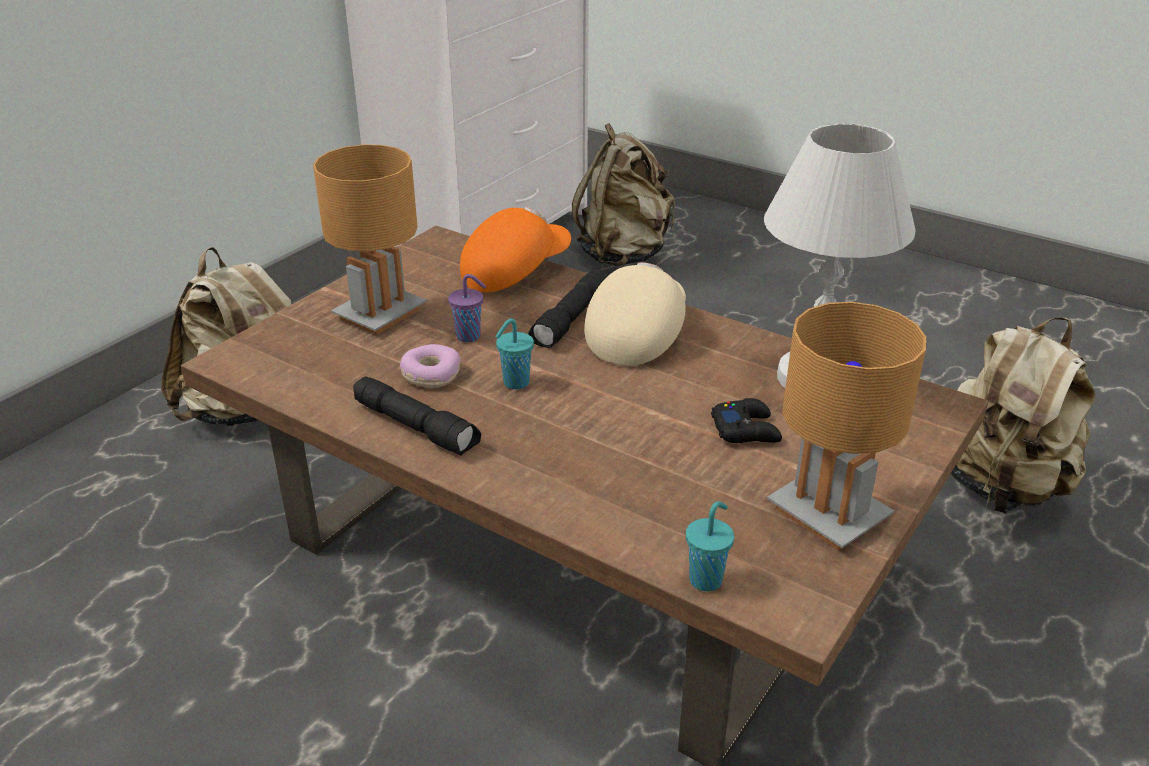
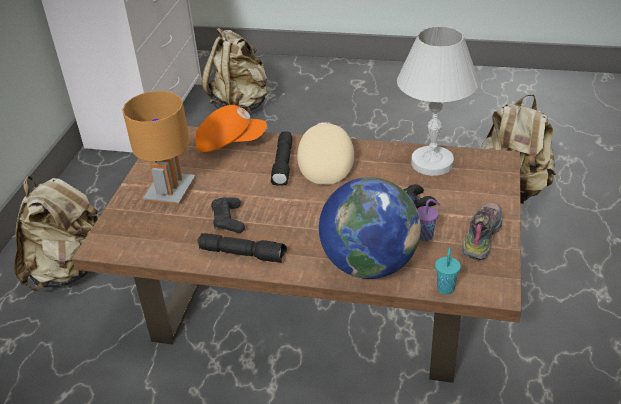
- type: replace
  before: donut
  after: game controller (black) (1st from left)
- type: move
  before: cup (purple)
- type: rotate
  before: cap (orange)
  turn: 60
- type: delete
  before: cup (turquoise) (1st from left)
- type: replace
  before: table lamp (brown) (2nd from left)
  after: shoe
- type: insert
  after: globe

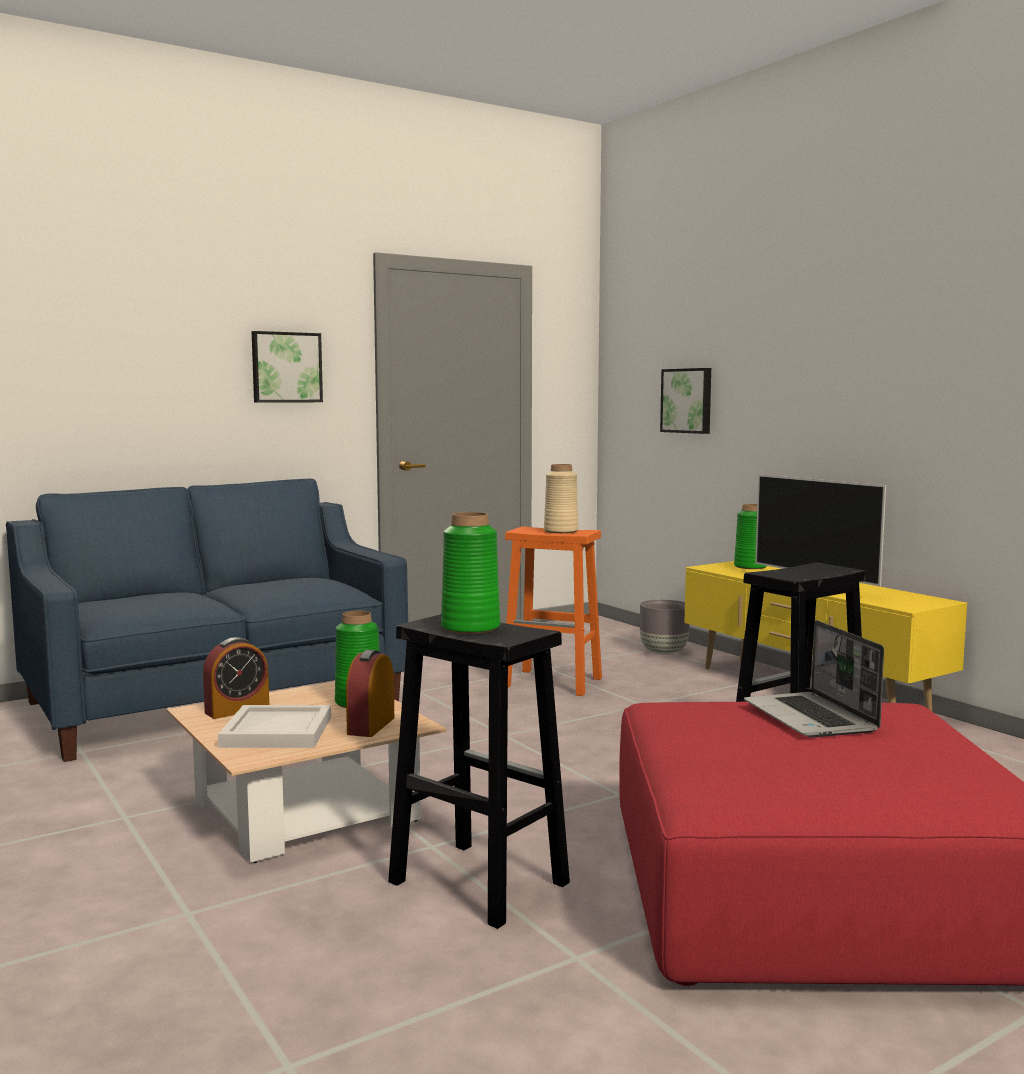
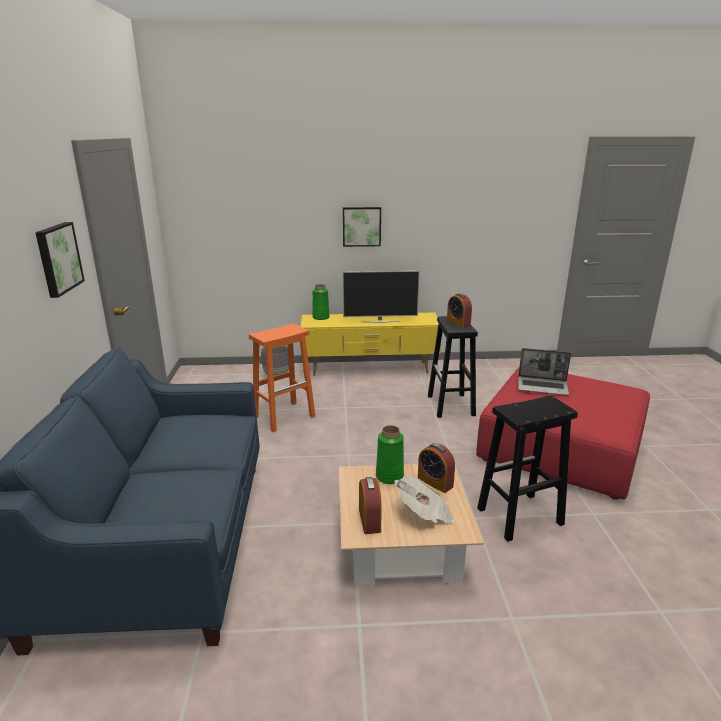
- type: replace
  before: tray (white)
  after: newspaper
- type: delete
  before: vase (green) (2nd from left)
- type: delete
  before: vase (beige)
- type: move
  before: picture (2nd from left)
- type: insert
  after: alarm clock (3rd from left)

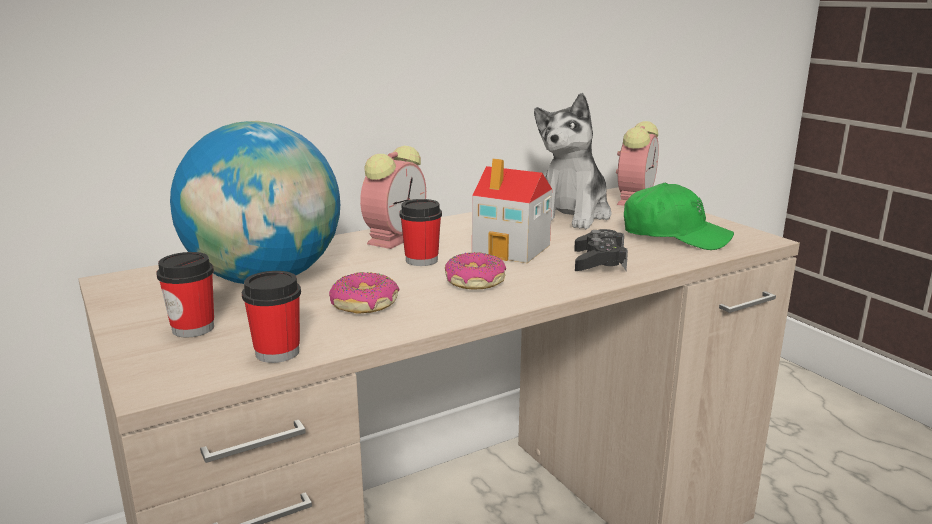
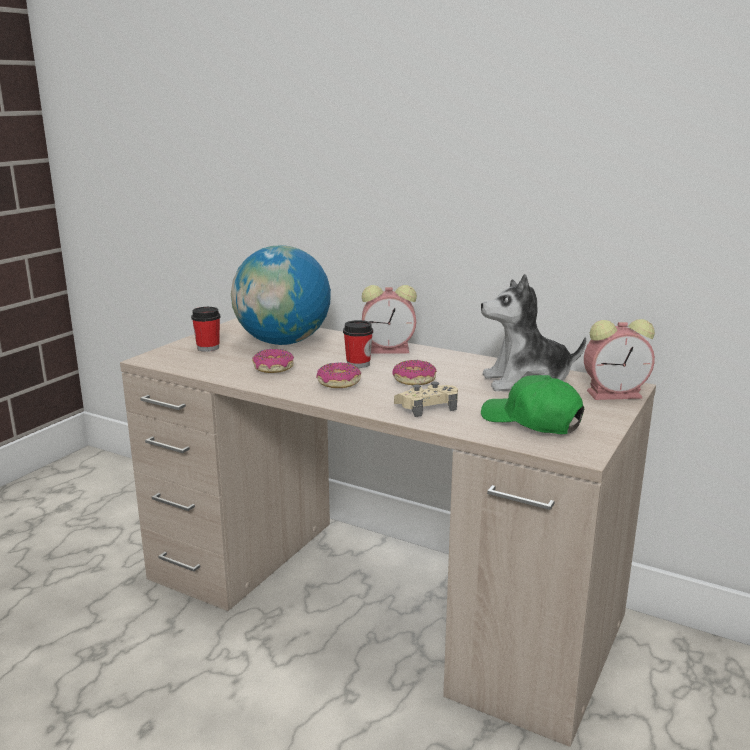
- type: delete
  before: cup (2nd from left)
- type: replace
  before: toy house
  after: donut (3rd from left)
- type: recolor
  before: game controller (black)
  after: game controller (beige)
- type: rotate
  before: cap (green)
  turn: 135

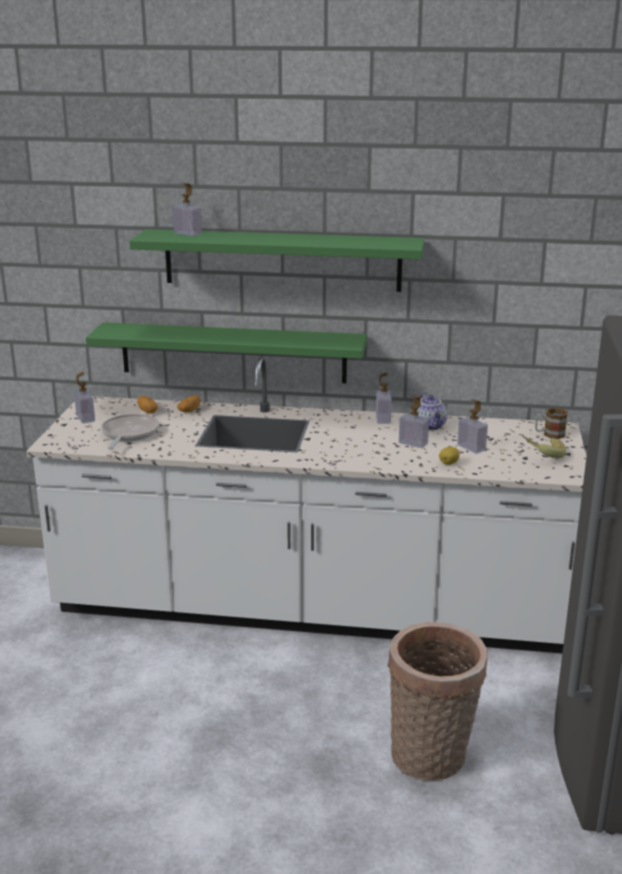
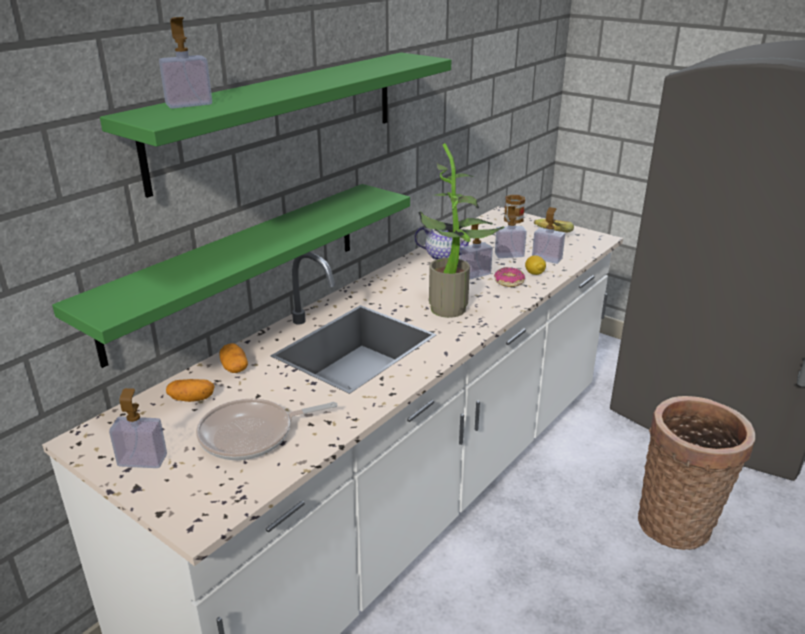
- type: rotate
  before: frying pan
  turn: -60
- type: move
  before: soap dispenser (3rd from left in the first image)
  after: soap dispenser (5th from left)
- type: insert
  after: potted plant
- type: insert
  after: donut

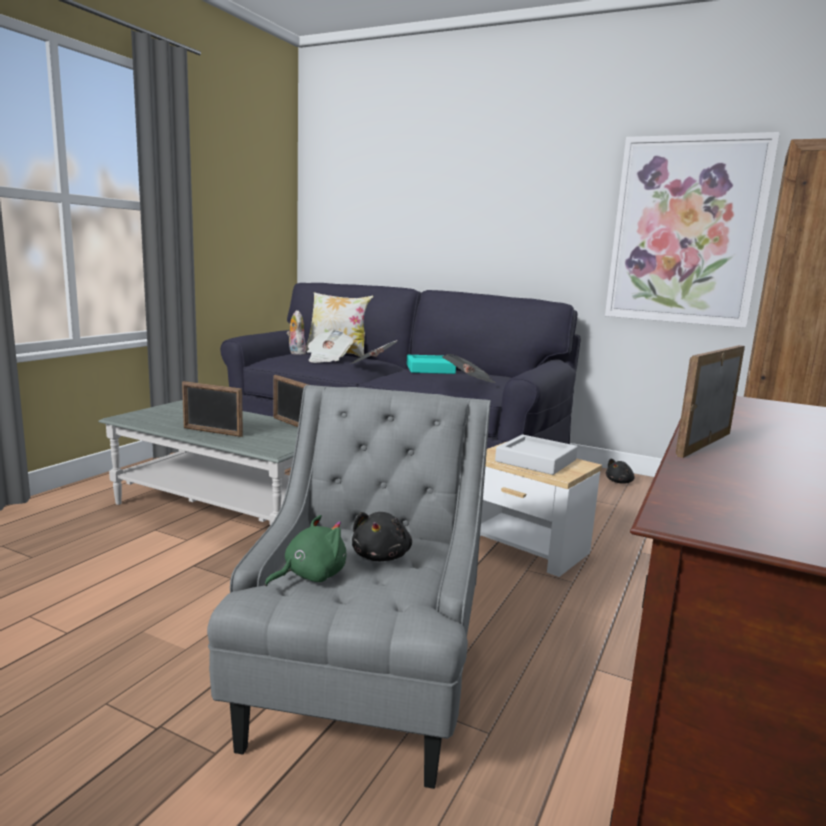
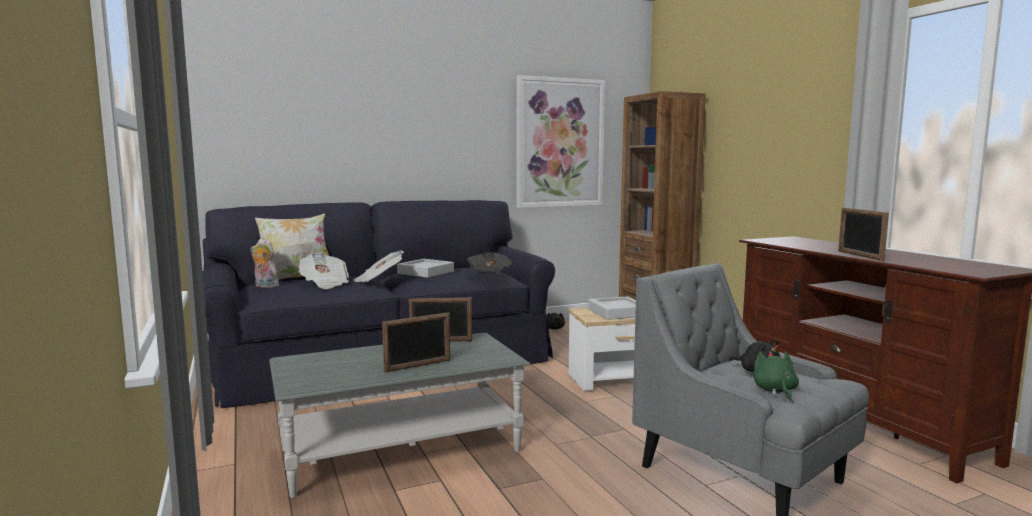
- type: recolor
  before: tray (turquoise)
  after: tray (grey) (1st from left)

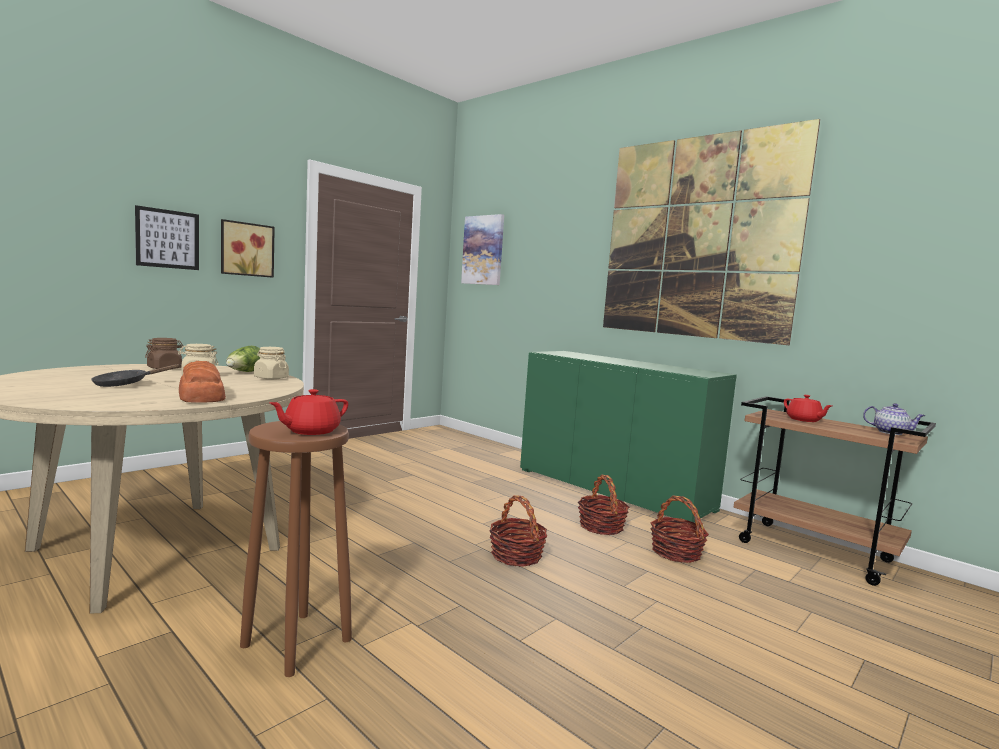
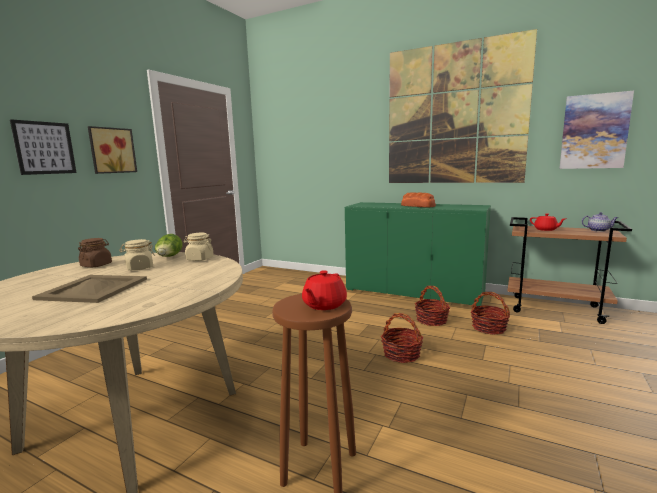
- type: replace
  before: frying pan (black)
  after: tray (beige)
- type: move
  before: bread
- type: move
  before: picture (3rd from left in the first image)
  after: picture (4th from left)

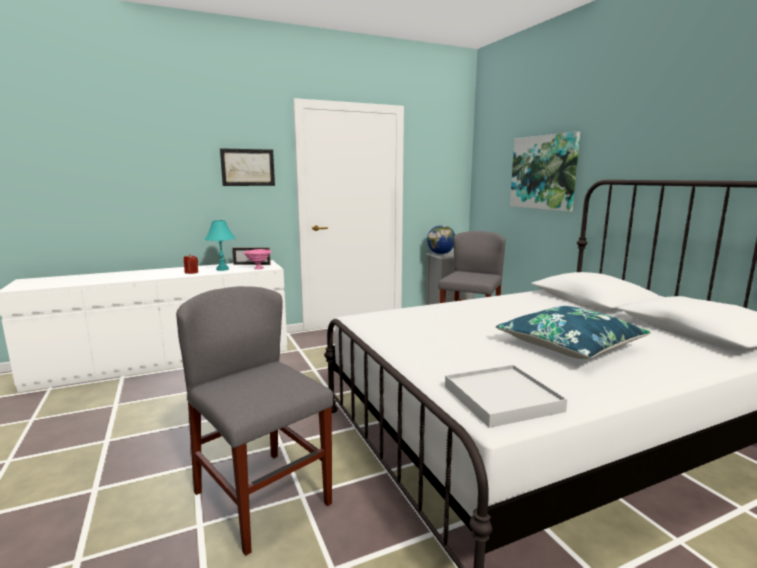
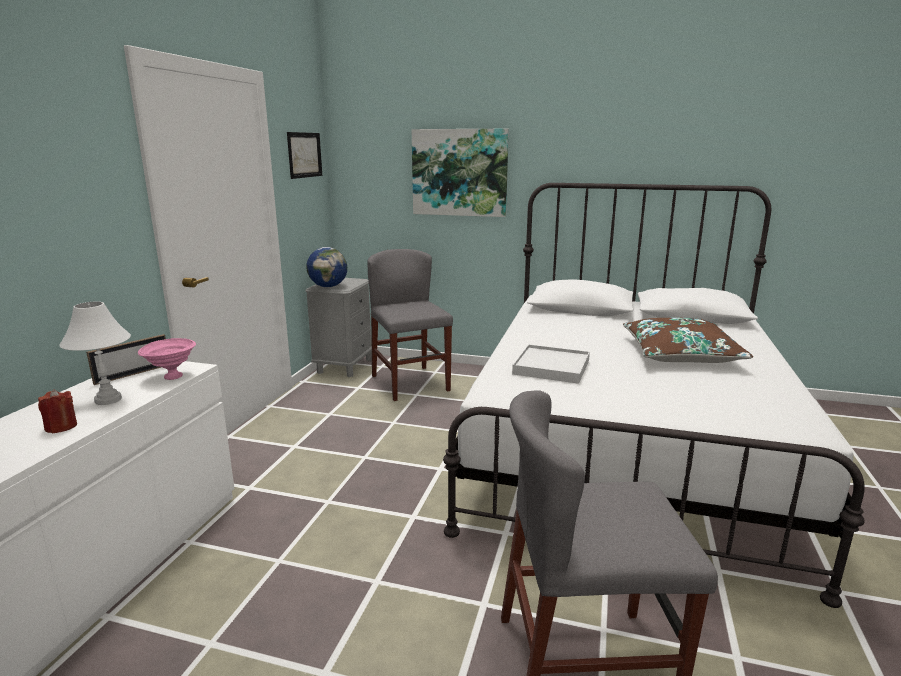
- type: recolor
  before: table lamp (turquoise)
  after: table lamp (white)
- type: move
  before: picture (1st from left)
- type: move
  before: tray (white)
- type: recolor
  before: pillow (blue)
  after: pillow (brown)

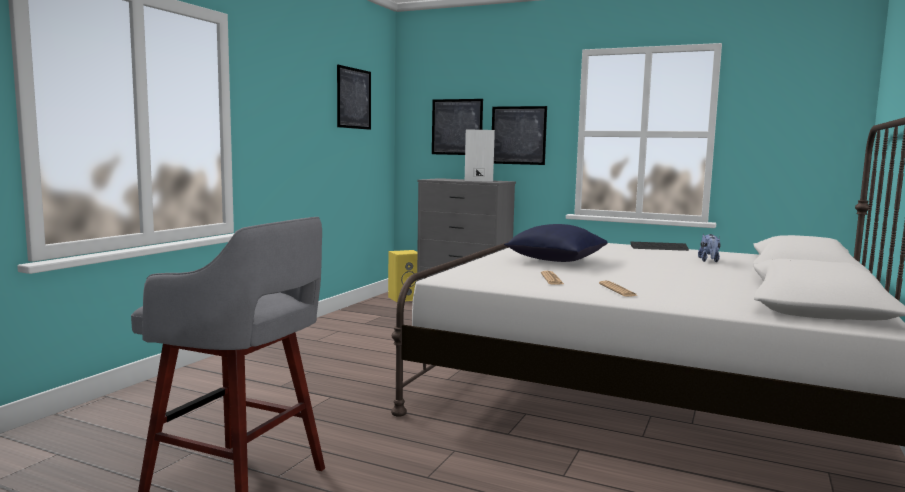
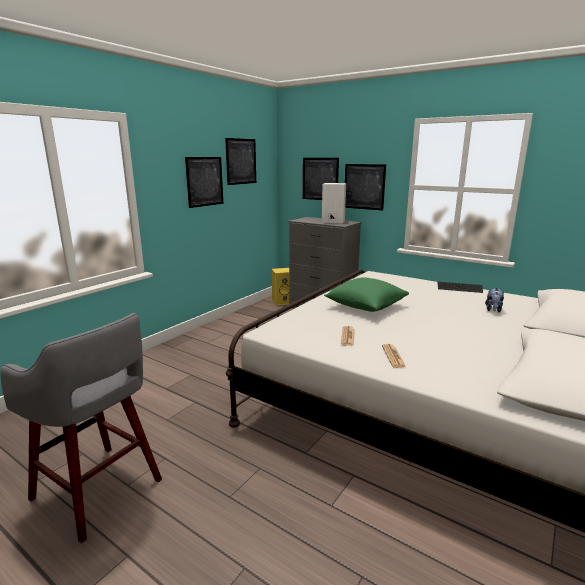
- type: recolor
  before: pillow (blue)
  after: pillow (green)
- type: insert
  after: picture (1st from left)

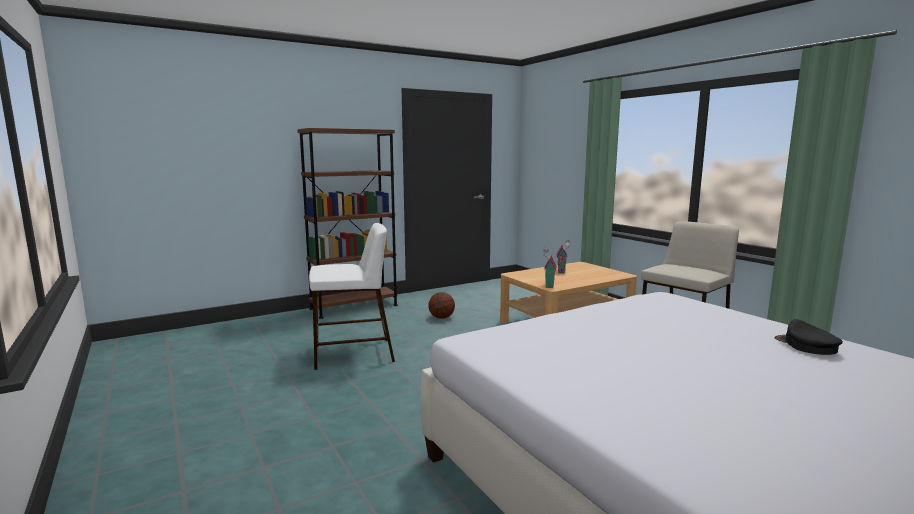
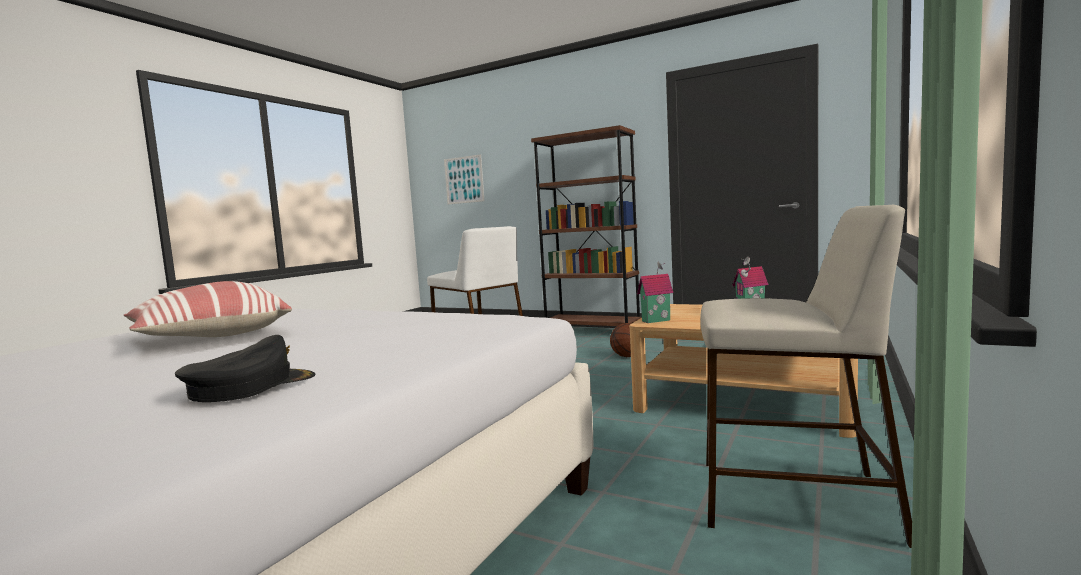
- type: insert
  after: pillow
- type: insert
  after: picture

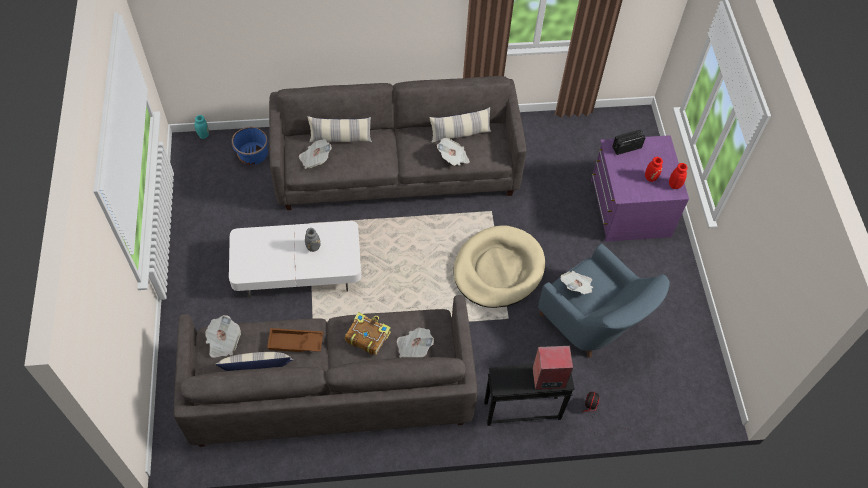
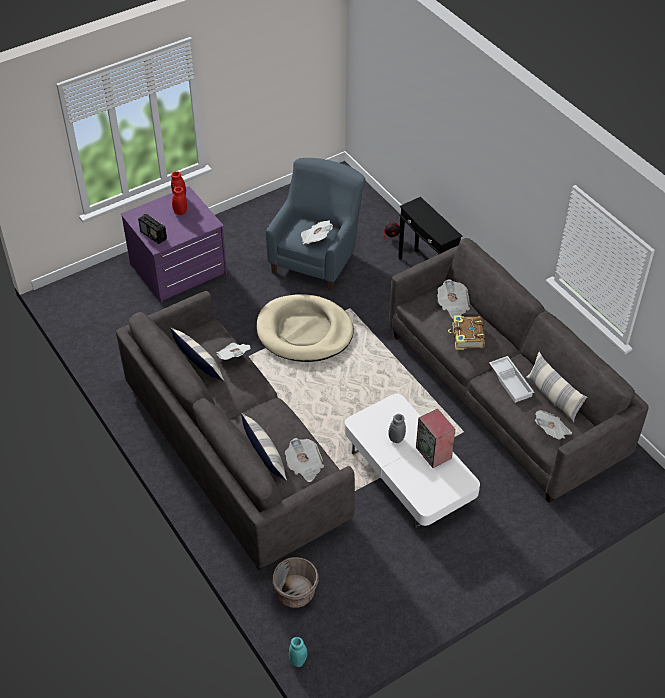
- type: recolor
  before: planter (blue)
  after: planter (grey)
- type: recolor
  before: tray (brown)
  after: tray (white)
- type: move
  before: speaker

